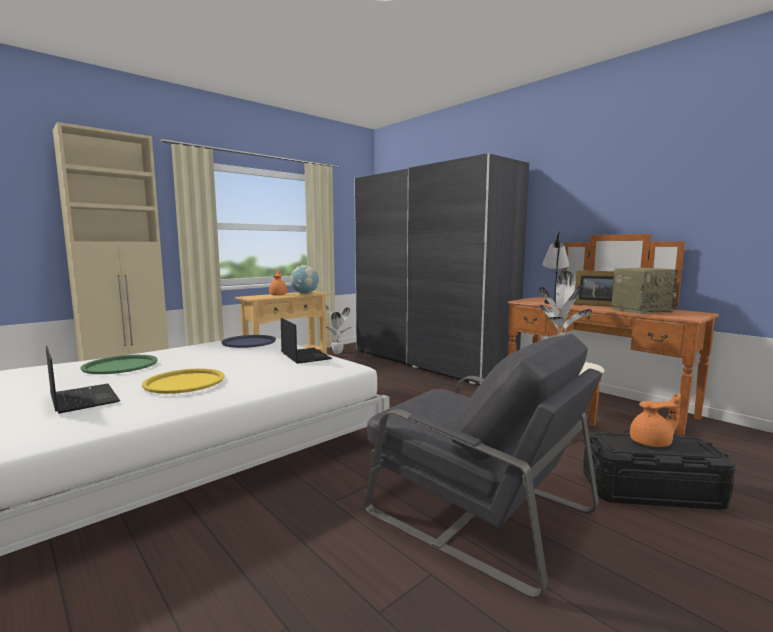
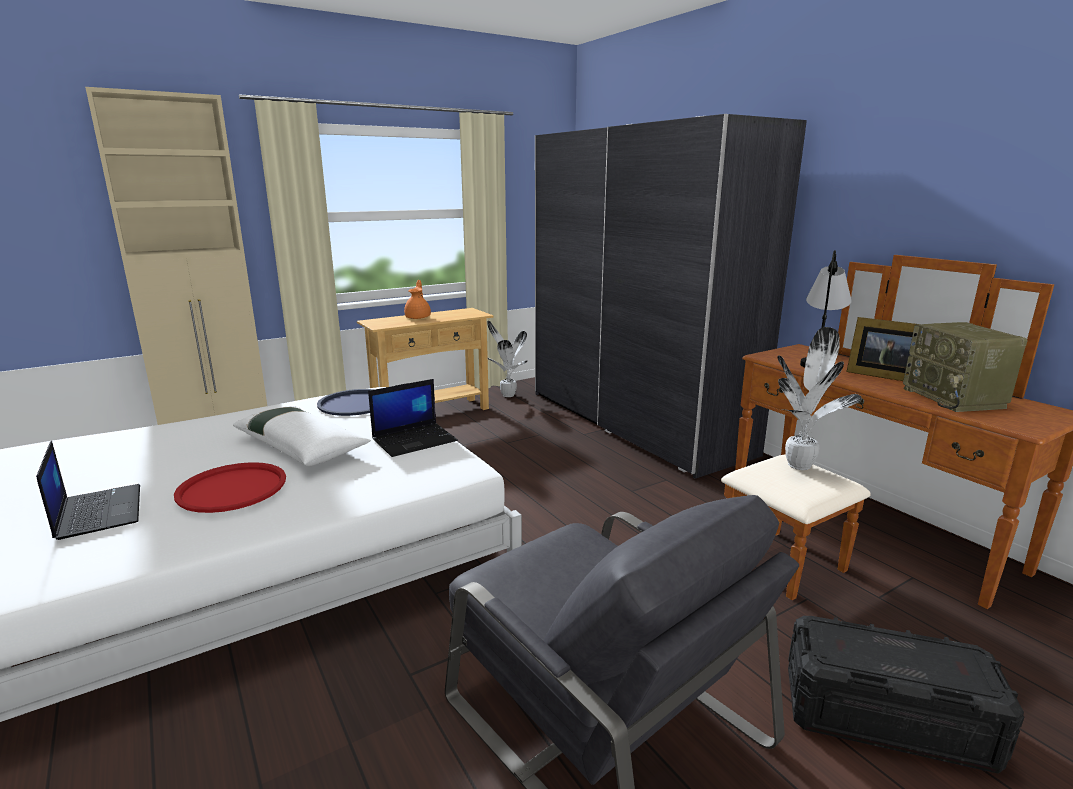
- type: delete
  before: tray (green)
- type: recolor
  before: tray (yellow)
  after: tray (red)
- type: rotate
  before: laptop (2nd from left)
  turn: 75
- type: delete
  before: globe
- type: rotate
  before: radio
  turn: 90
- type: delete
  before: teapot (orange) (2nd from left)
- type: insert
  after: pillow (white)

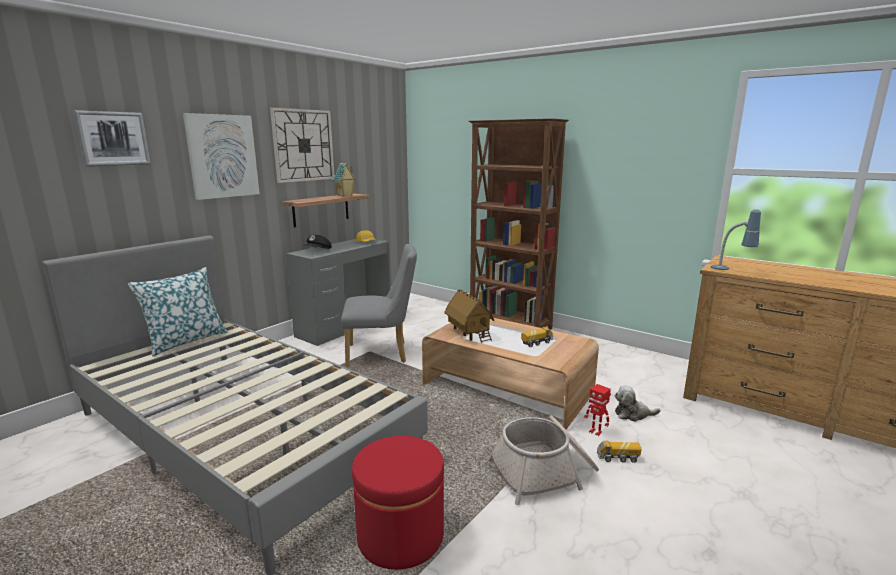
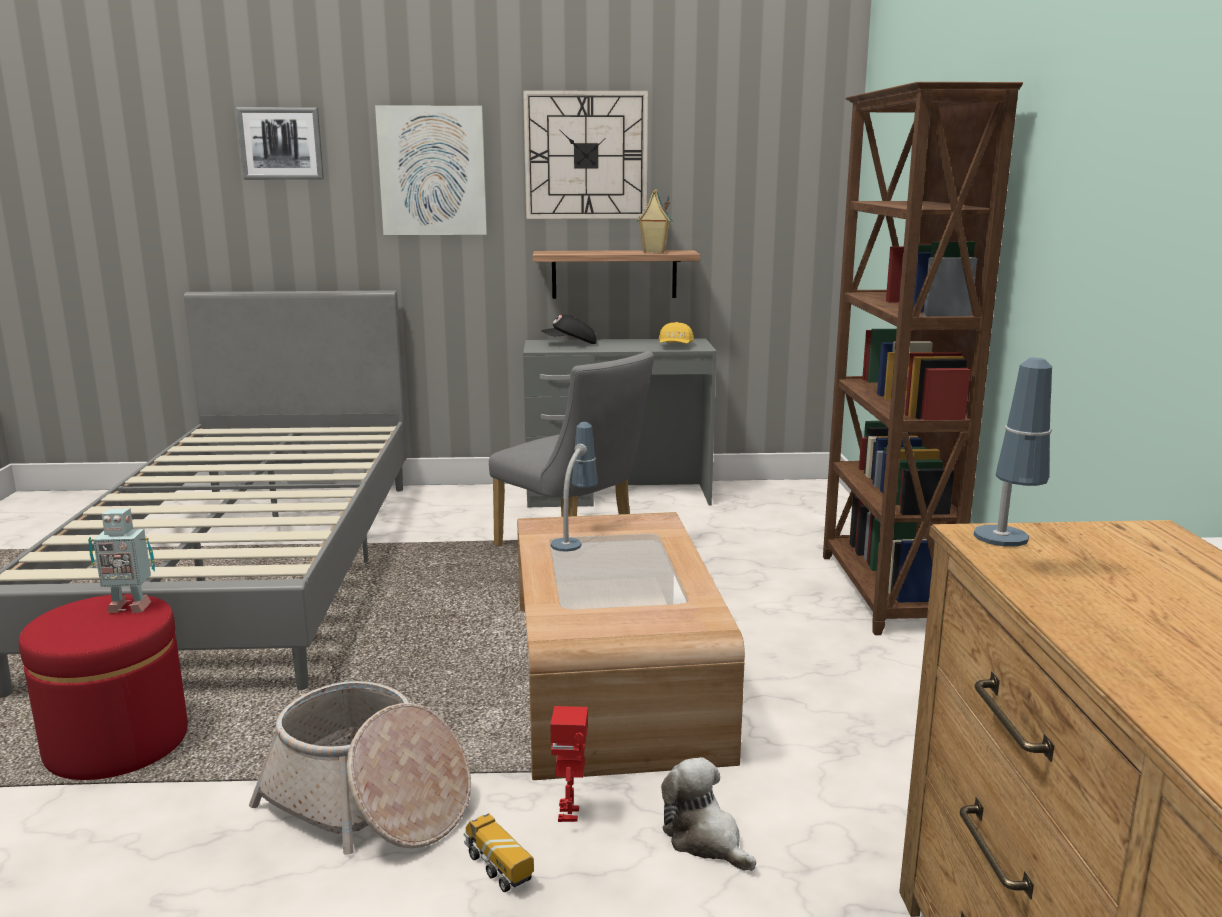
- type: delete
  before: pillow
- type: replace
  before: toy house (2nd from left)
  after: table lamp (1st from left)
- type: delete
  before: toy truck (1st from left)
- type: insert
  after: toy robot (1st from left)

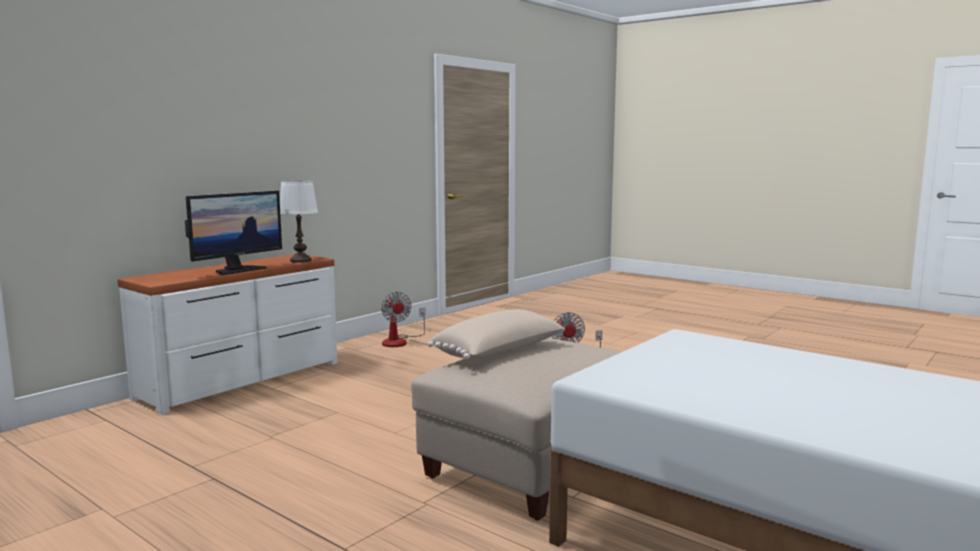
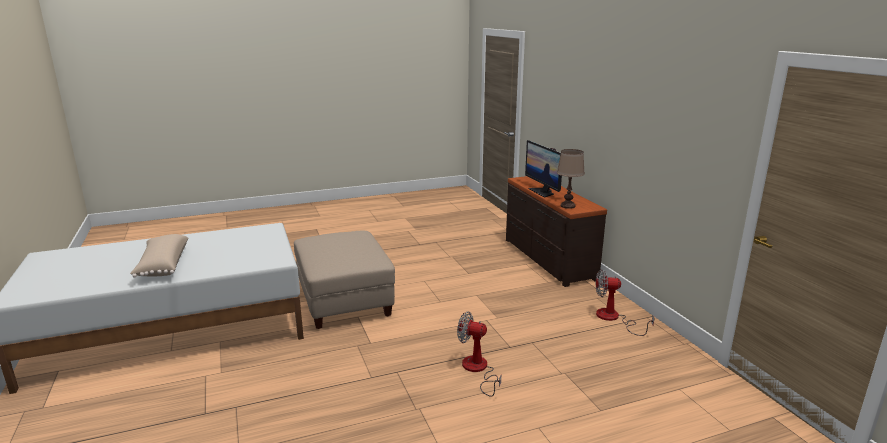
- type: recolor
  before: dresser (white)
  after: dresser (brown)
- type: recolor
  before: table lamp (white)
  after: table lamp (brown)
- type: move
  before: pillow (beige)

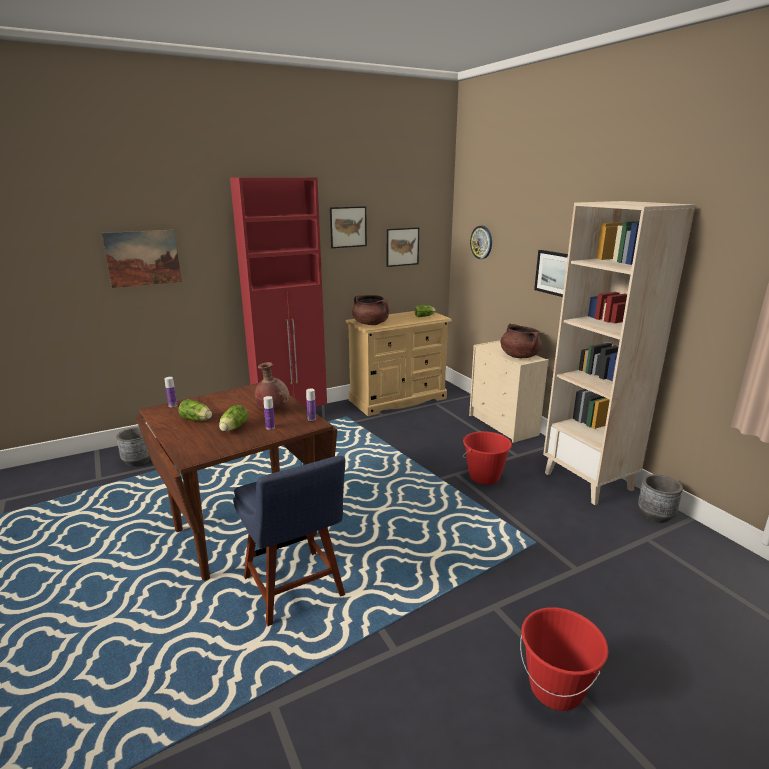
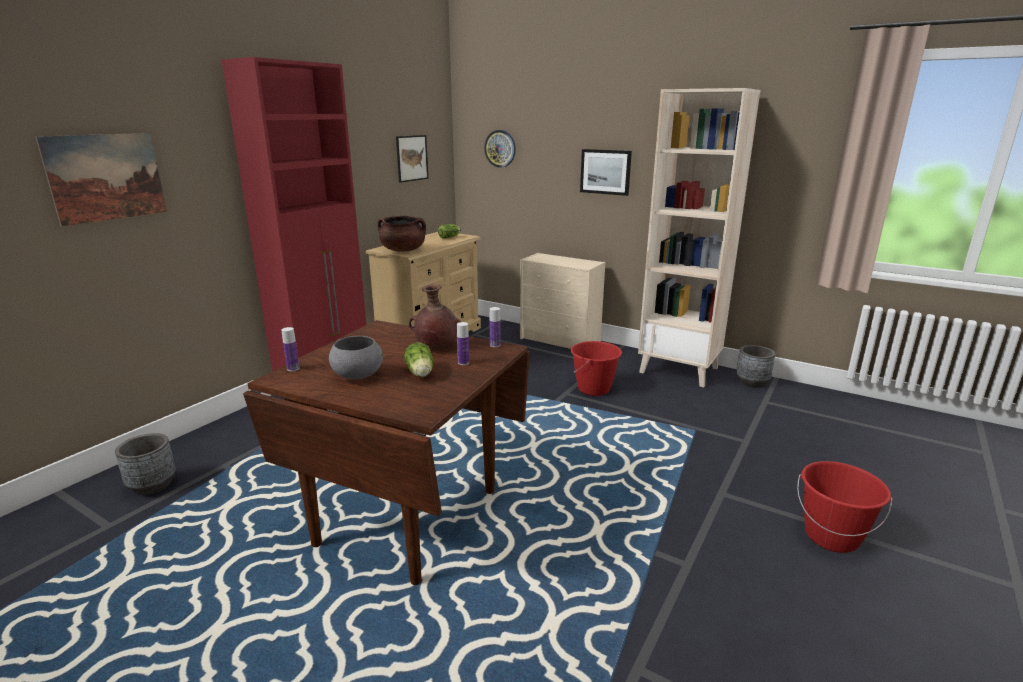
- type: replace
  before: lettuce (1st from left)
  after: bowl (grey)
- type: delete
  before: chair (blue)
- type: delete
  before: picture (2nd from left)
- type: delete
  before: cooking pot (brown) (2nd from left)

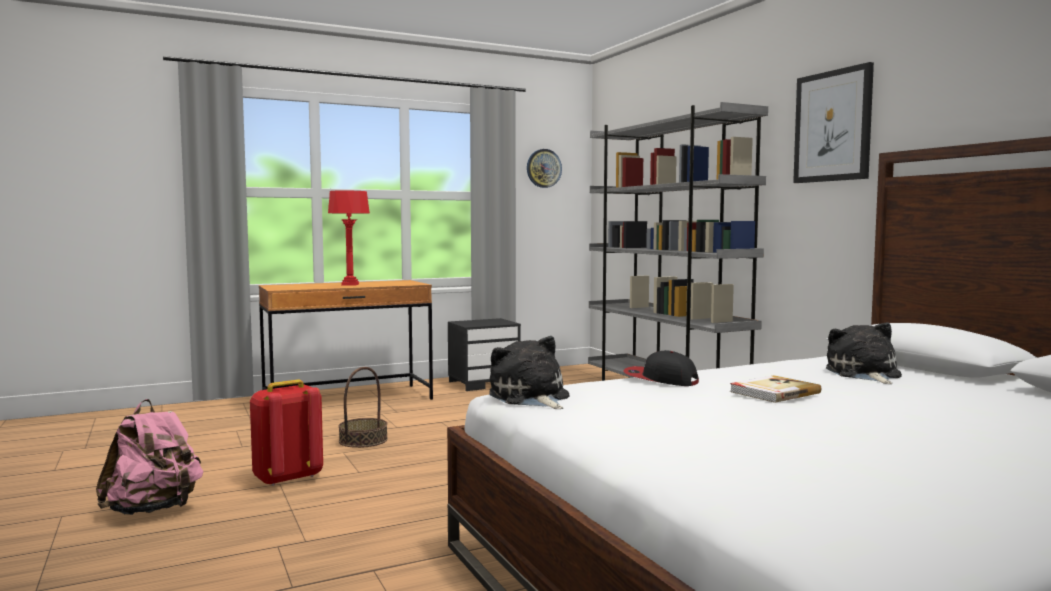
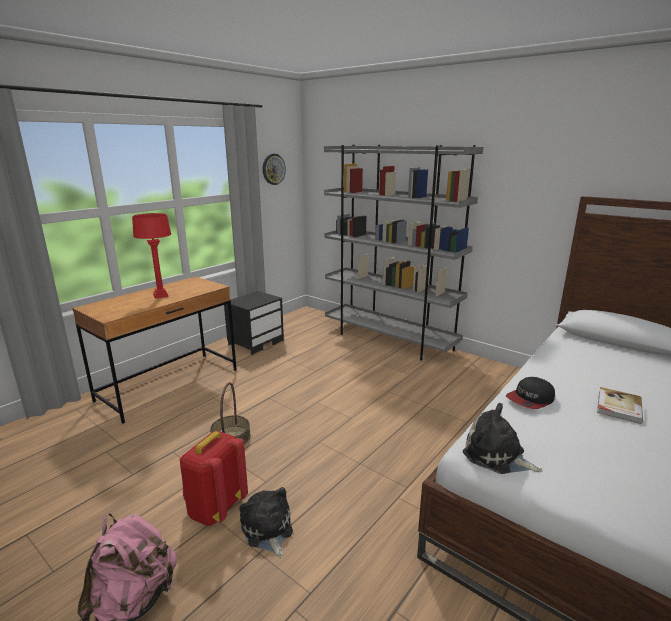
- type: rotate
  before: cap
  turn: -45
- type: delete
  before: picture
- type: move
  before: plush toy (2nd from left in the first image)
  after: plush toy (1st from left)

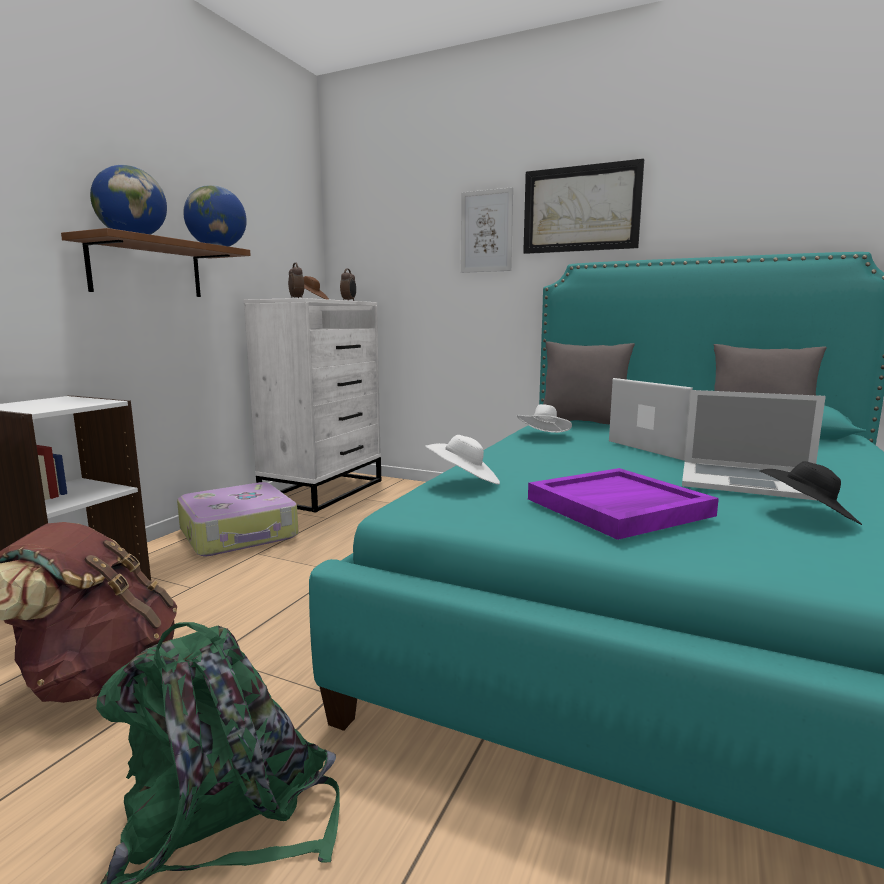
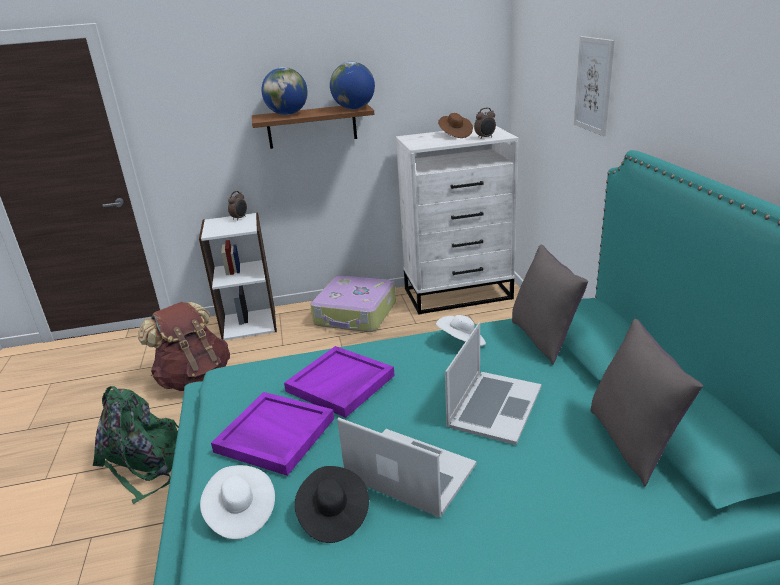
- type: move
  before: alarm clock (1st from left)
- type: move
  before: hat (white) (1st from left)
- type: delete
  before: picture (2nd from left)
- type: rotate
  before: laptop (2nd from left in the first image)
  turn: 135
- type: insert
  after: tray (purple) (2nd from left)

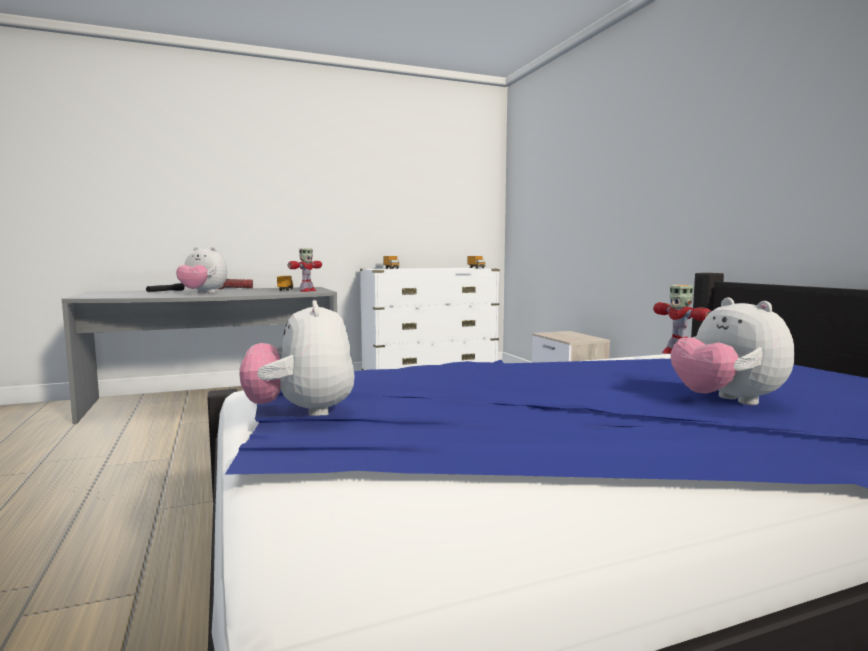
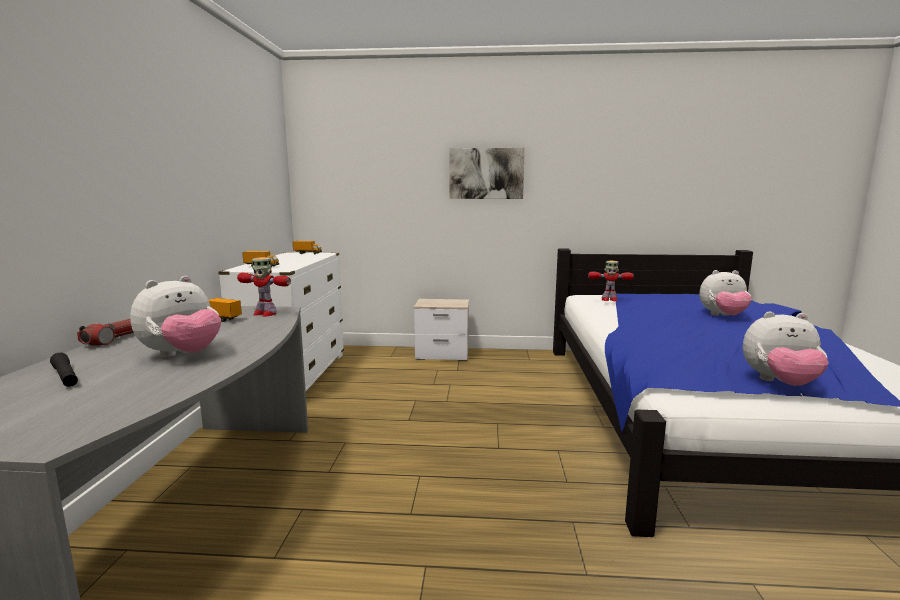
- type: rotate
  before: toy robot (1st from left)
  turn: 150
- type: insert
  after: picture

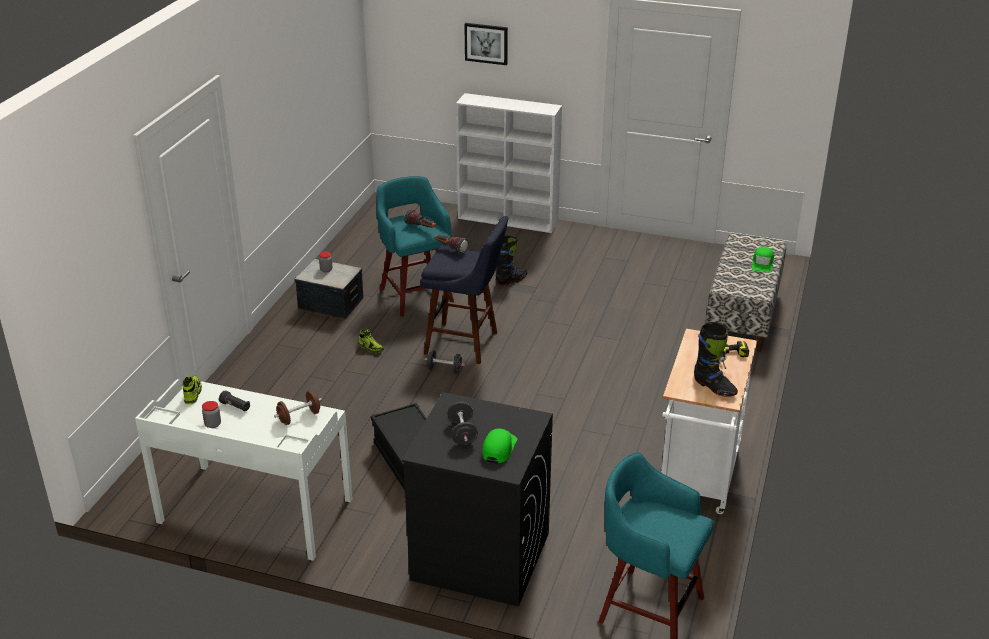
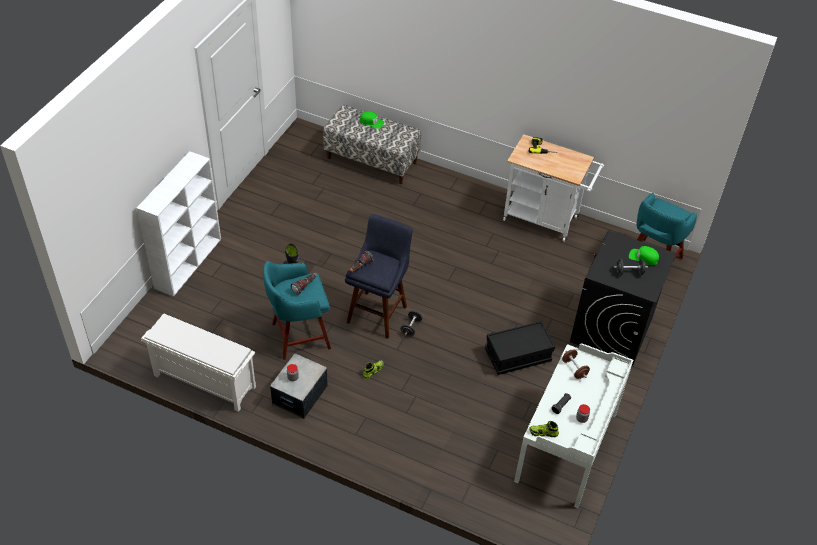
- type: delete
  before: picture
- type: delete
  before: boot (black) (2nd from left)
- type: insert
  after: shoe rack (white)

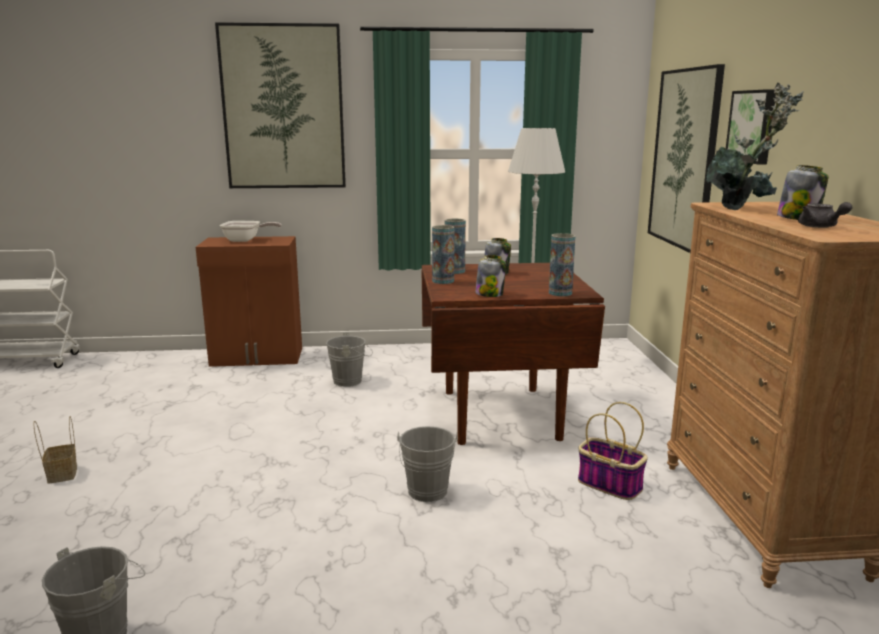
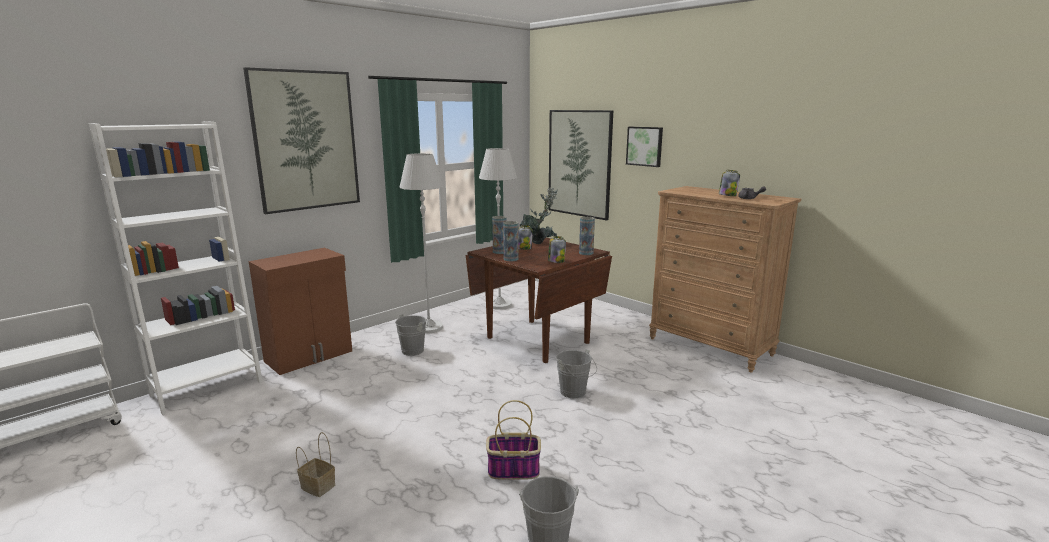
- type: delete
  before: frying pan
- type: move
  before: basket (2nd from left)
- type: move
  before: potted plant
- type: insert
  after: bookcase (white)
- type: insert
  after: floor lamp (white) (1st from left)

